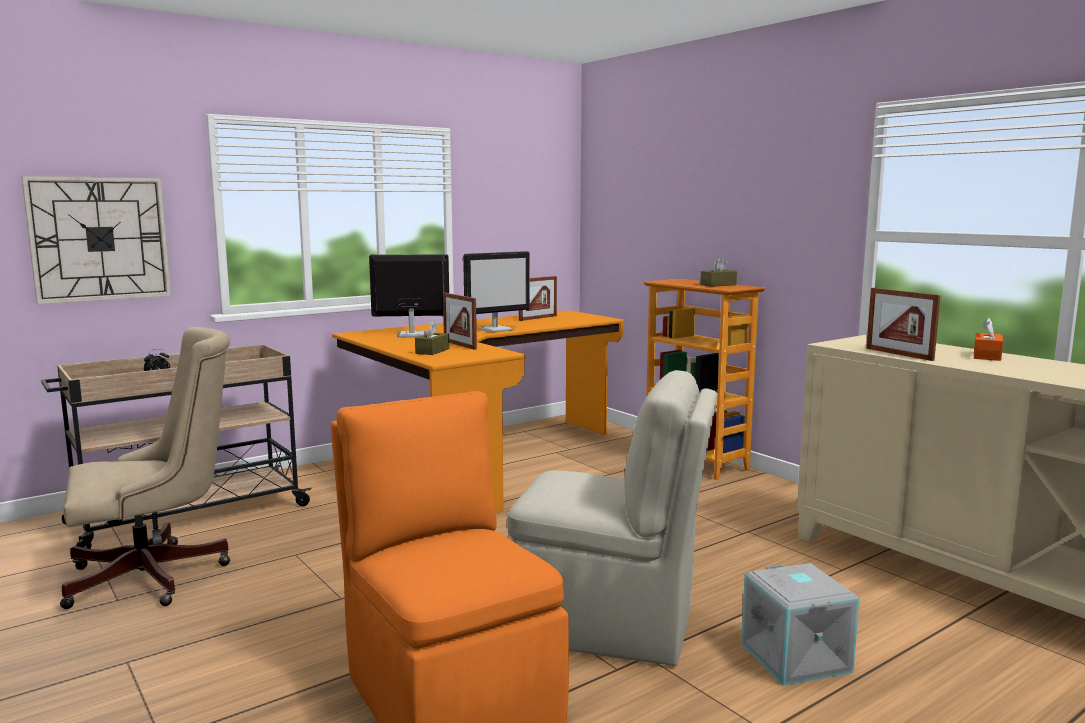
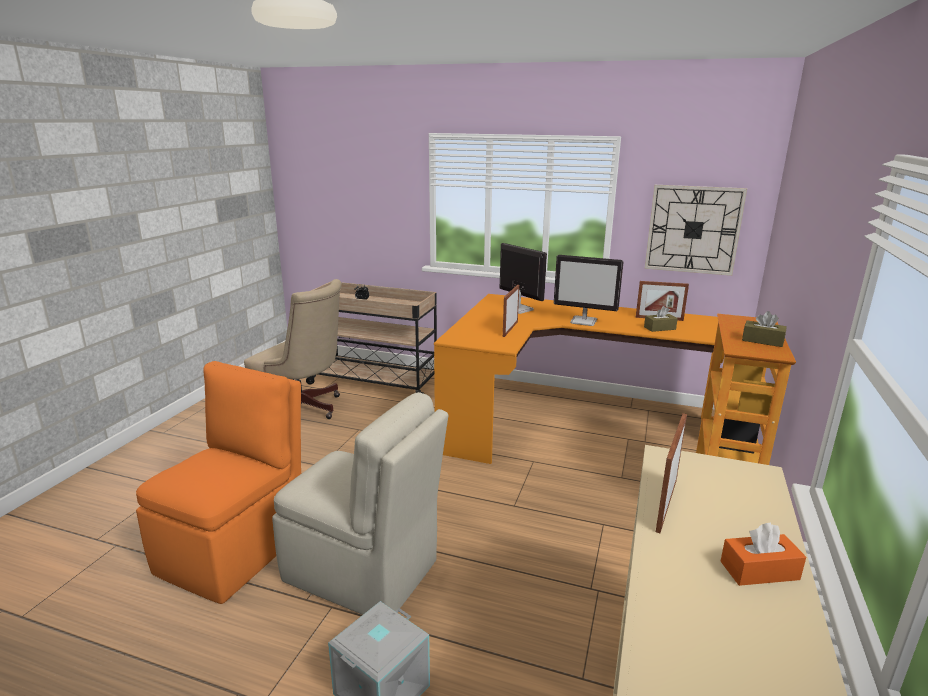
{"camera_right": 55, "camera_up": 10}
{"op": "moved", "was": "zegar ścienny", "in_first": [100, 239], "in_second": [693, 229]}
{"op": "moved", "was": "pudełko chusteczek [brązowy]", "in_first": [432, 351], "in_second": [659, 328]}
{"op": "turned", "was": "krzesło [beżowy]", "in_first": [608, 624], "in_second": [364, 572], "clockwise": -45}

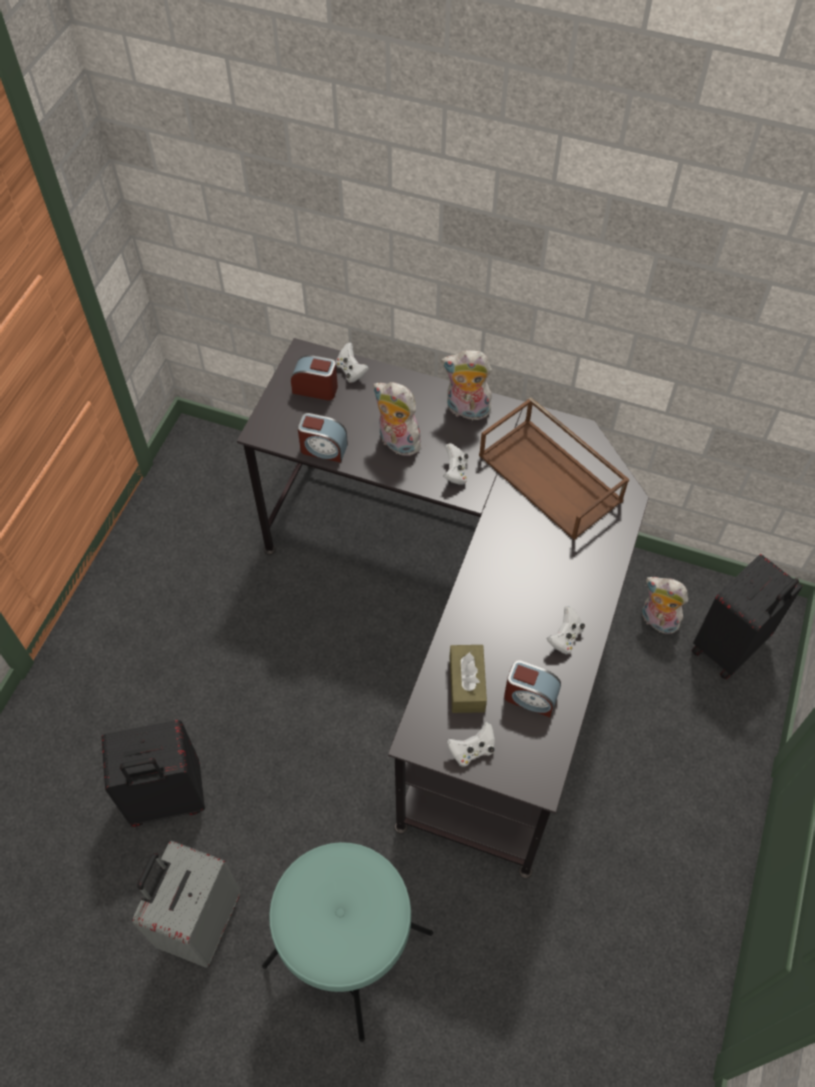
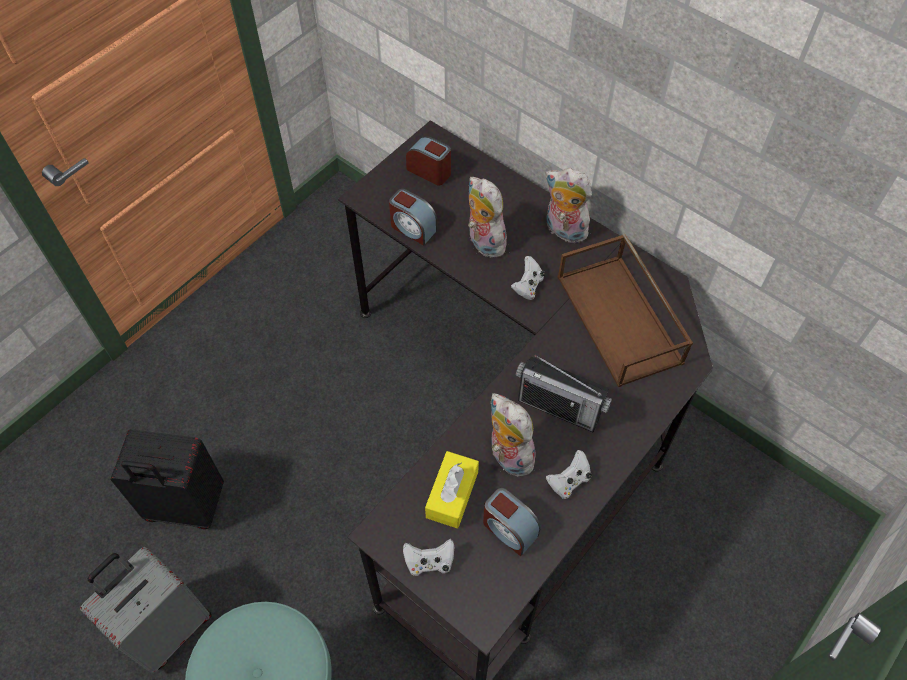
{"camera_right": 20, "camera_up": 0}
{"op": "removed", "was": "pad do gier [biały]", "in_first": [351, 371]}
{"op": "recoloured", "was": "pudełko chusteczek [brązowy]", "now": "pudełko chusteczek [żółty]", "in_first": [467, 684], "in_second": [452, 494]}
{"op": "moved", "was": "pluszak", "in_first": [657, 621], "in_second": [507, 456]}
{"op": "removed", "was": "walizka [czarny]", "in_first": [730, 647]}
{"op": "added", "now": "radio", "in_second": [559, 408]}

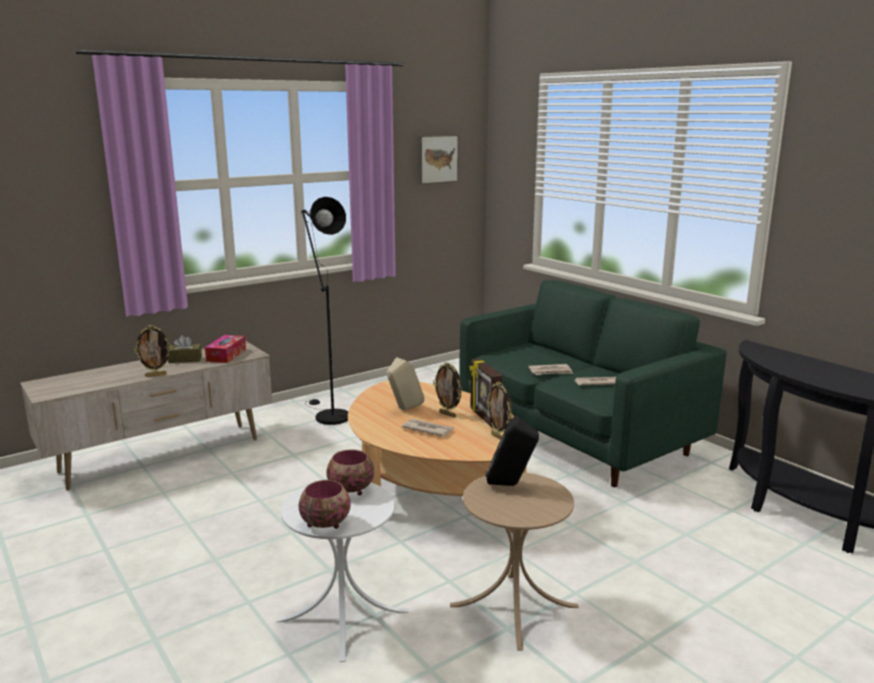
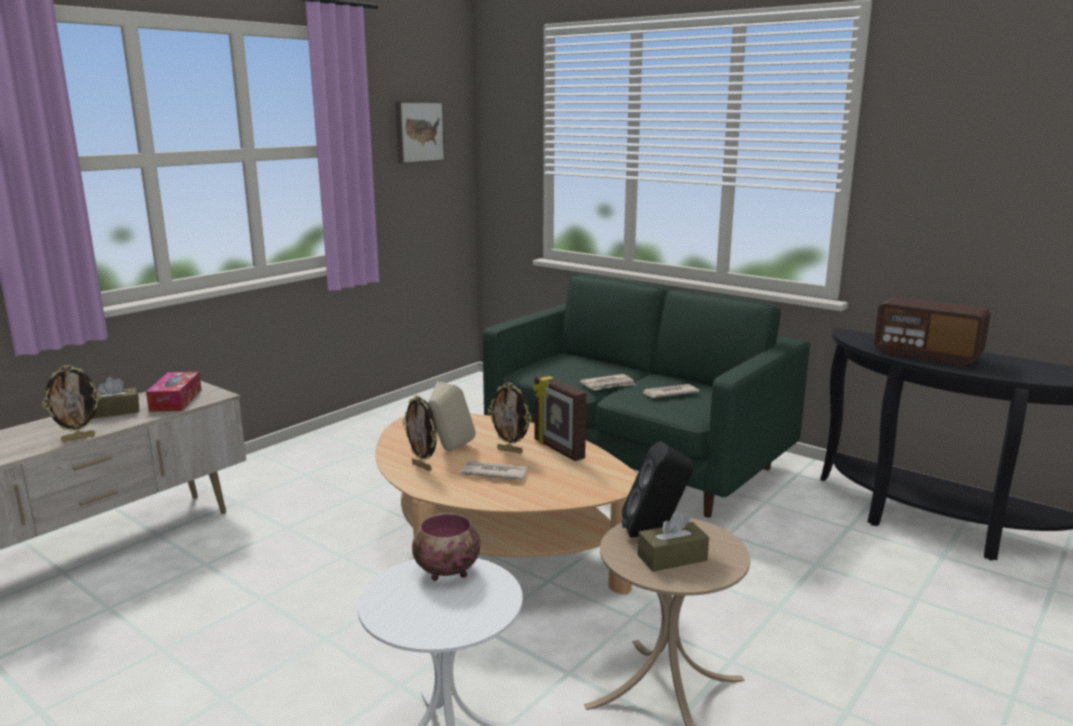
{"camera_right": -15, "camera_up": 0}
{"op": "removed", "was": "miska", "in_first": [325, 523]}
{"op": "removed", "was": "lampa stojąca [czarny]", "in_first": [328, 415]}
{"op": "moved", "was": "ramka na zdjęcie", "in_first": [499, 437], "in_second": [422, 466]}
{"op": "added", "now": "pudełko chusteczek [brązowy]", "in_second": [672, 558]}
{"op": "added", "now": "radio", "in_second": [927, 355]}

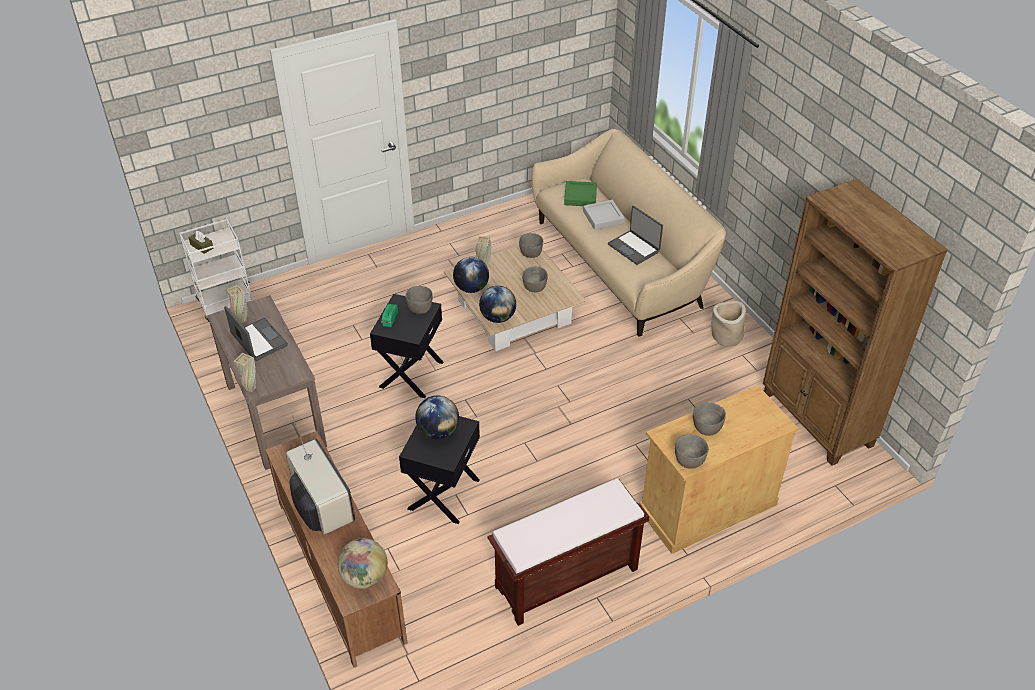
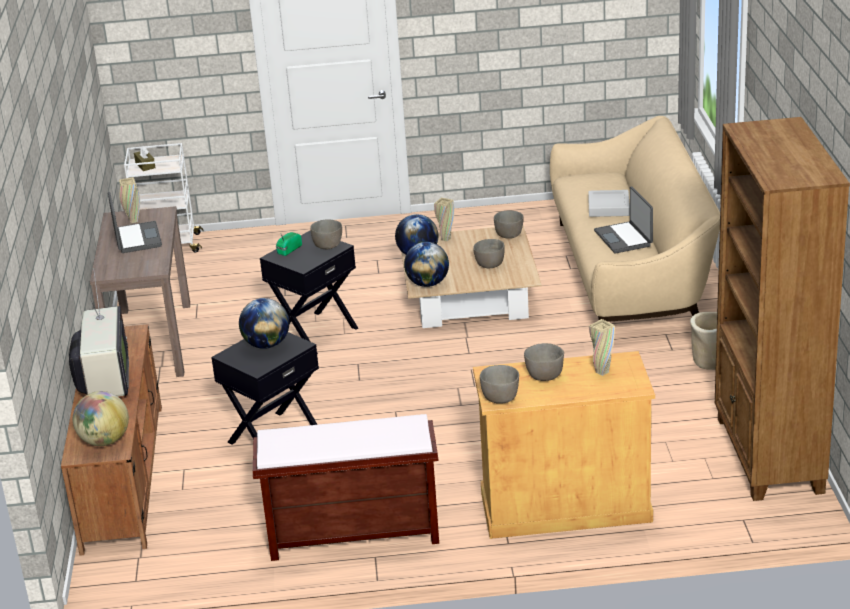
{"camera_right": 25, "camera_up": -15}
{"op": "moved", "was": "wazon [beżowy]", "in_first": [251, 389], "in_second": [602, 372]}
{"op": "removed", "was": "taca [zielony]", "in_first": [580, 196]}

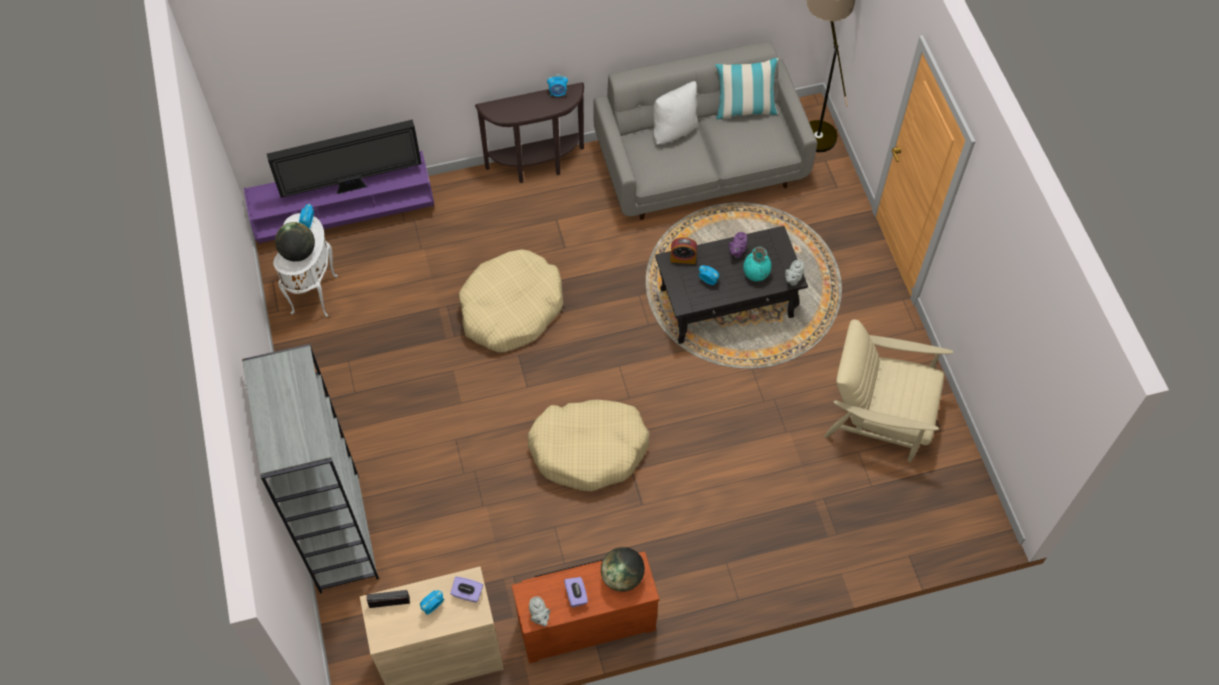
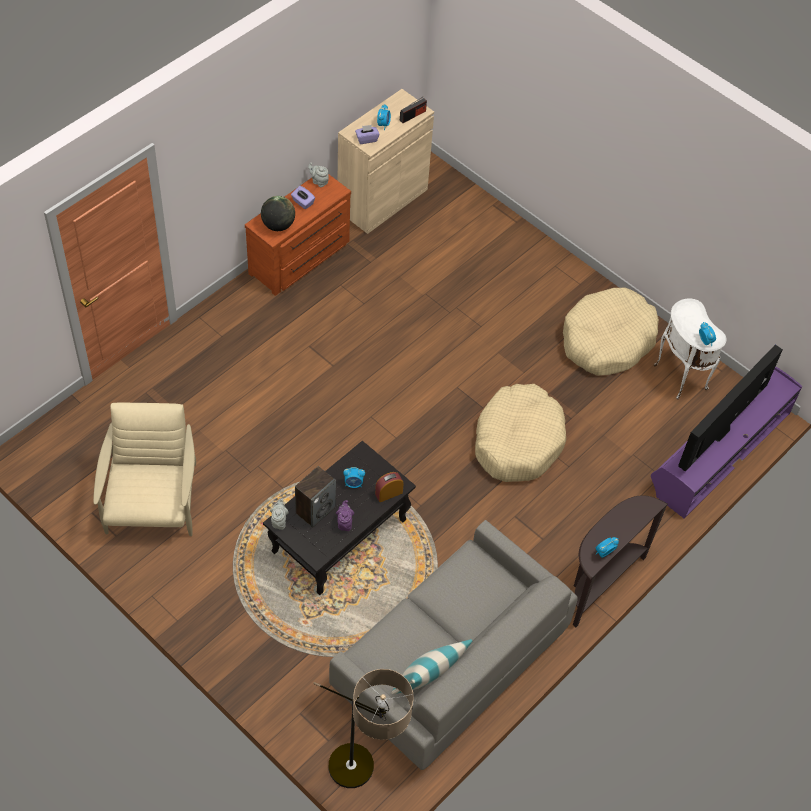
{"camera_right": 145, "camera_up": -5}
{"op": "removed", "was": "regał [szary]", "in_first": [339, 532]}
{"op": "removed", "was": "globus", "in_first": [298, 252]}
{"op": "moved", "was": "legowisko [beżowy]", "in_first": [589, 449], "in_second": [607, 340]}
{"op": "removed", "was": "poduszka [biały]", "in_first": [674, 130]}
{"op": "replaced", "was": "wazon [turkusowy]", "now": "głośnik", "in_first": [755, 274], "in_second": [315, 510]}
{"op": "turned", "was": "fotel [beżowy]", "in_first": [879, 414], "in_second": [152, 502], "clockwise": -75}

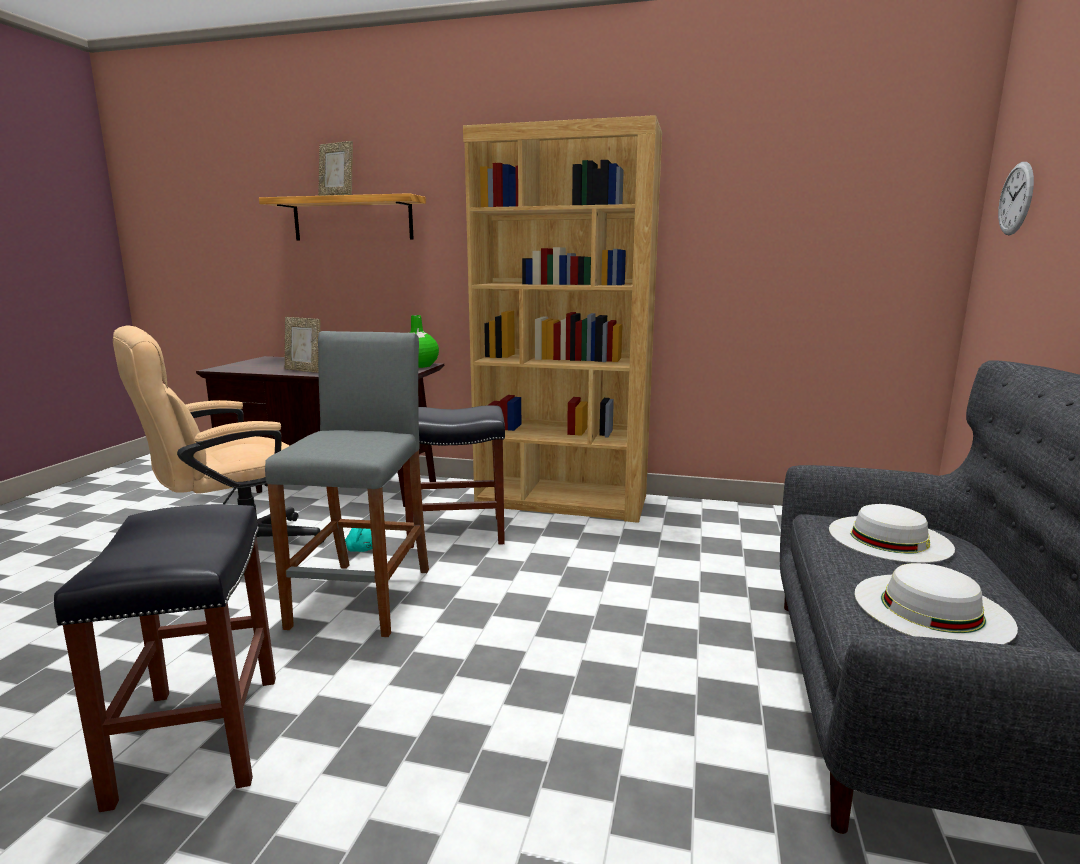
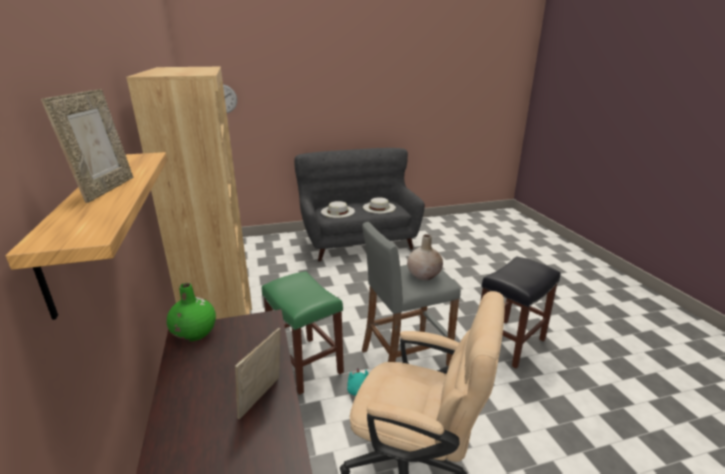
{"camera_right": -120, "camera_up": 10}
{"op": "turned", "was": "ramka na zdjęcie", "in_first": [304, 370], "in_second": [262, 399], "clockwise": -150}
{"op": "recoloured", "was": "stołek [czarny]", "now": "stołek [zielony]", "in_first": [455, 532], "in_second": [306, 364]}
{"op": "added", "now": "wazon [beżowy]", "in_second": [424, 275]}

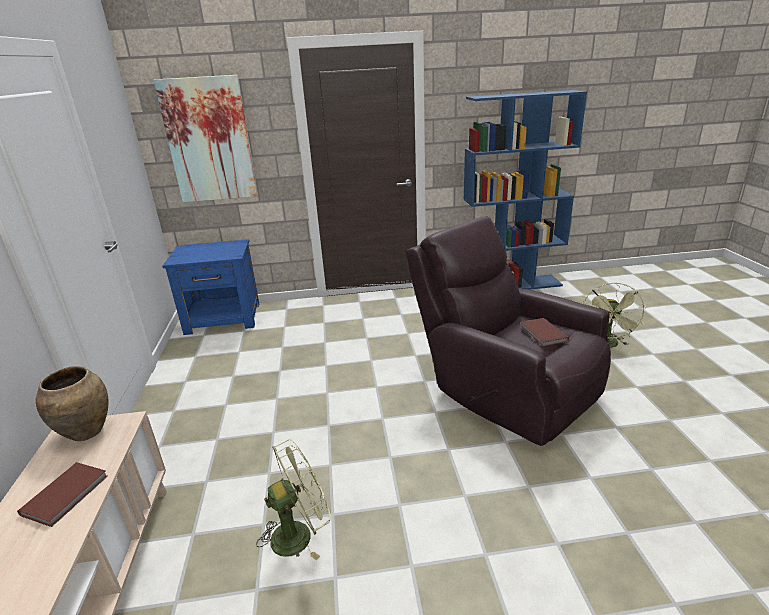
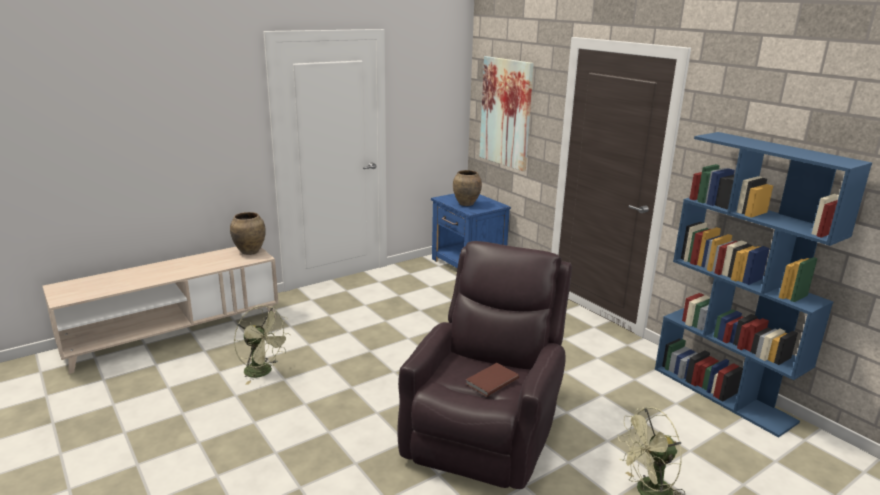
{"camera_right": 60, "camera_up": -5}
{"op": "removed", "was": "książka [brązowy]", "in_first": [67, 494]}
{"op": "added", "now": "wazon [brązowy]", "in_second": [466, 204]}

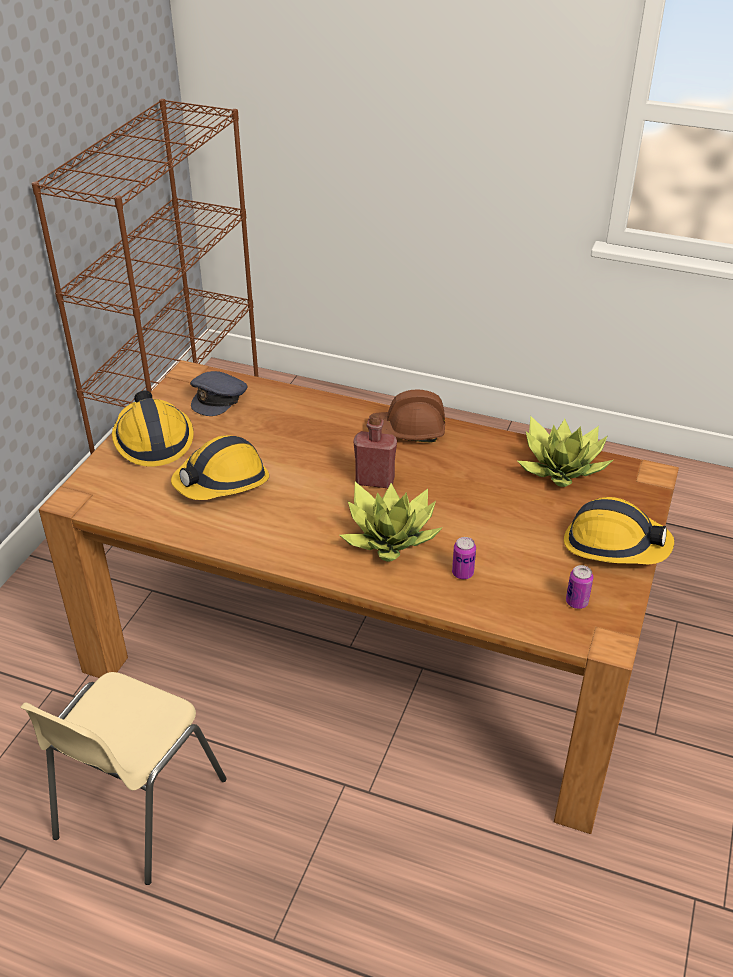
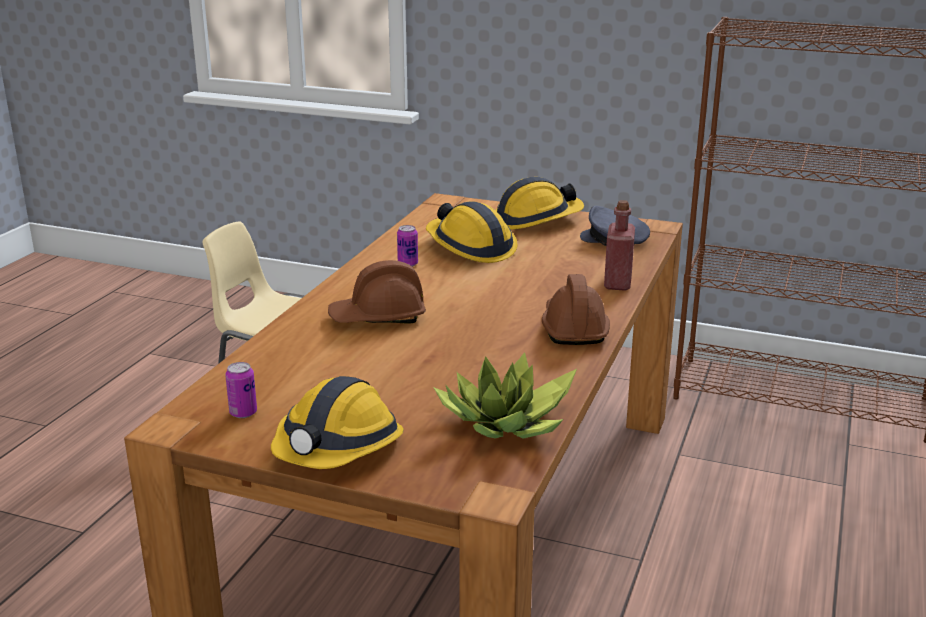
{"camera_right": 90, "camera_up": -15}
{"op": "replaced", "was": "roślina doniczkowa", "now": "kask [brązowy]", "in_first": [390, 536], "in_second": [378, 317]}
{"op": "moved", "was": "butelka [czerwony]", "in_first": [375, 481], "in_second": [617, 283]}
{"op": "moved", "was": "puszka", "in_first": [462, 573], "in_second": [407, 264]}

